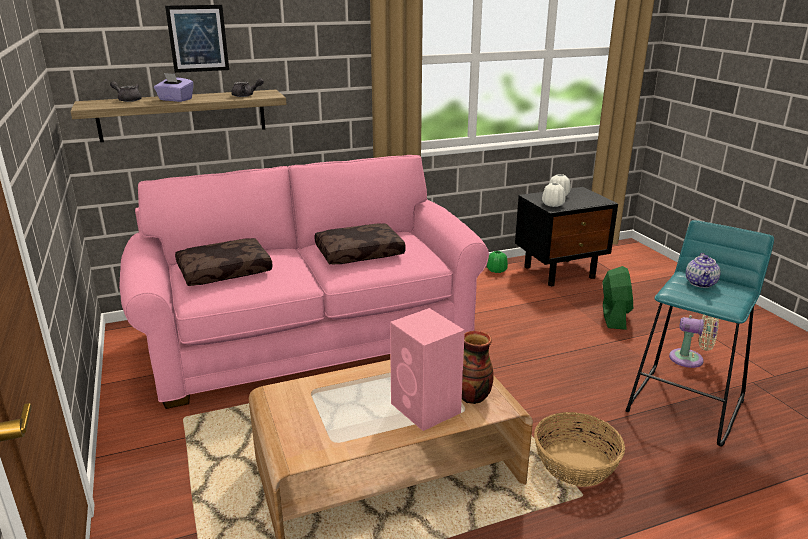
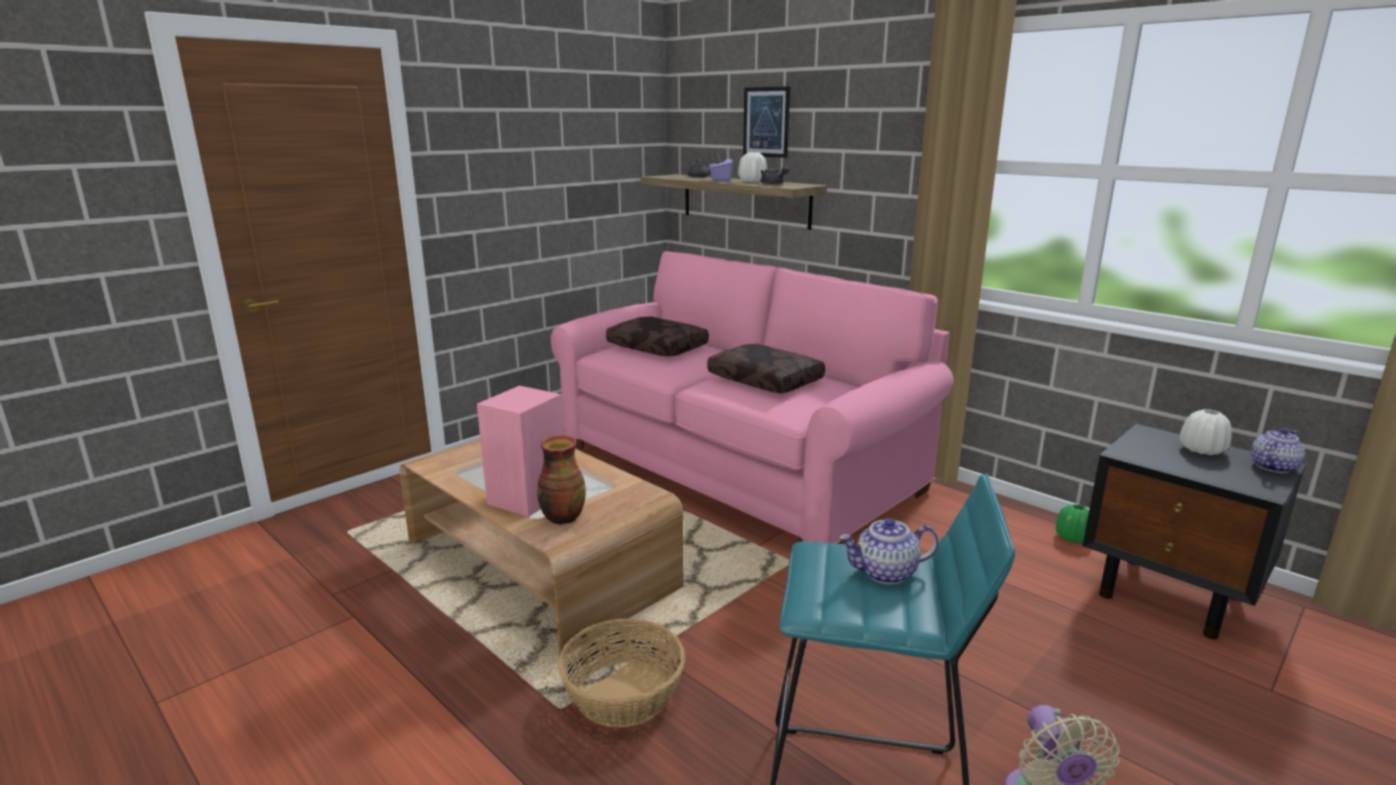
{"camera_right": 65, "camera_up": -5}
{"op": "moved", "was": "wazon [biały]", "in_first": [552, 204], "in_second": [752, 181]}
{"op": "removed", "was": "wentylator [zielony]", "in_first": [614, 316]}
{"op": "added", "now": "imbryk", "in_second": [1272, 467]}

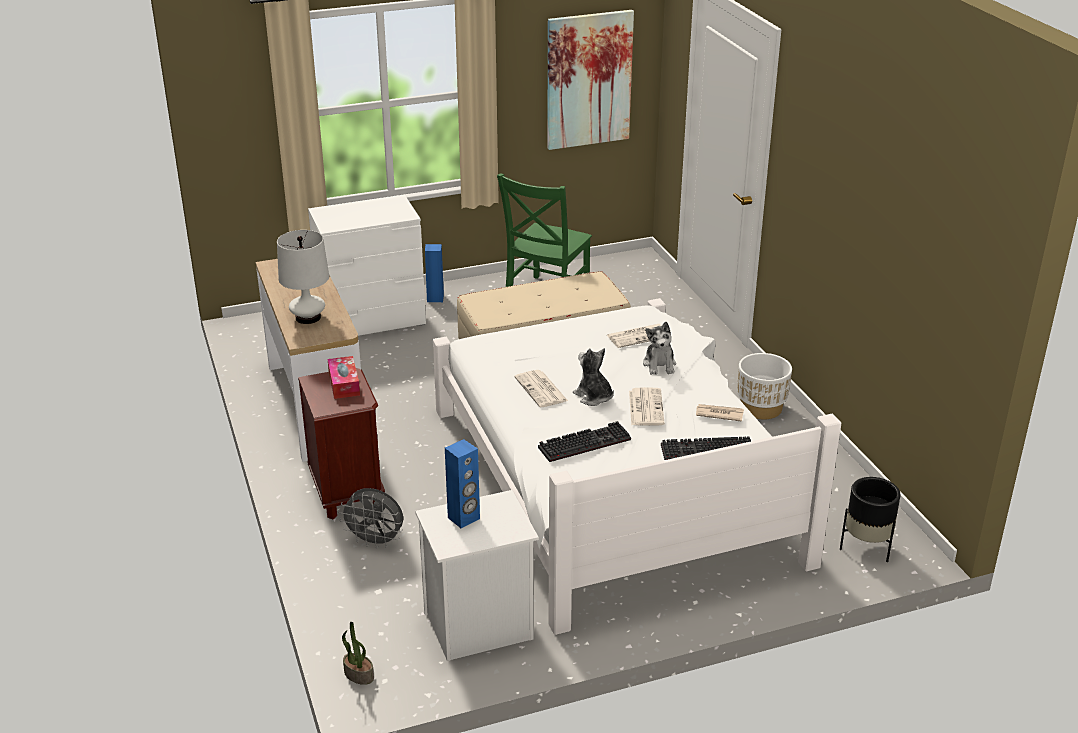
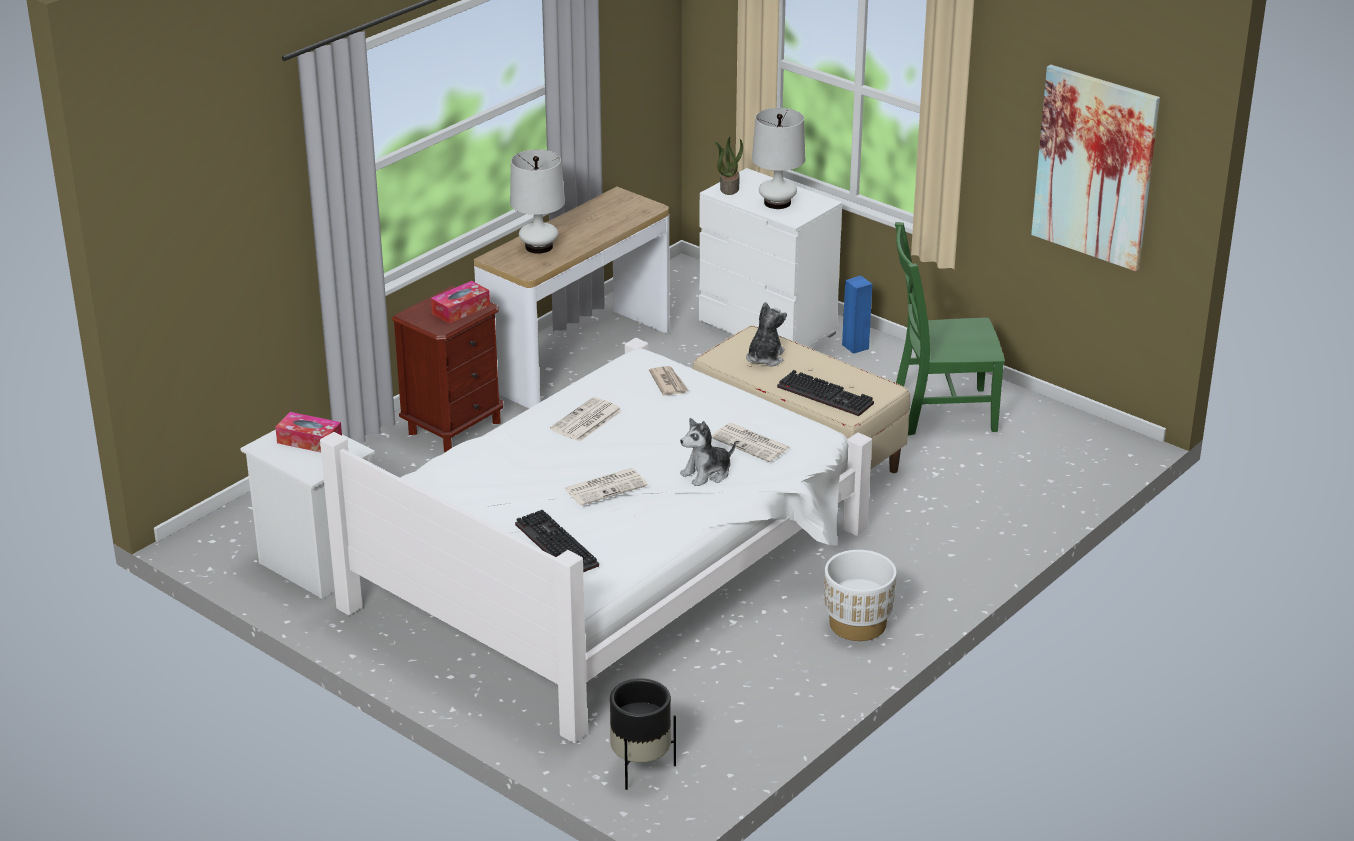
{"camera_right": 60, "camera_up": 0}
{"op": "removed", "was": "wentylator [szary]", "in_first": [375, 541]}
{"op": "moved", "was": "roślina doniczkowa", "in_first": [358, 675], "in_second": [729, 188]}
{"op": "replaced", "was": "głośnik [niebieski]", "now": "pudełko chusteczek", "in_first": [464, 518], "in_second": [309, 441]}
{"op": "moved", "was": "klawiatura", "in_first": [585, 442], "in_second": [827, 395]}
{"op": "moved", "was": "pluszak", "in_first": [593, 397], "in_second": [765, 358]}
{"op": "moved", "was": "gazeta", "in_first": [719, 414], "in_second": [668, 383]}
{"op": "added", "now": "lampa stołowa [biały]", "in_second": [777, 203]}

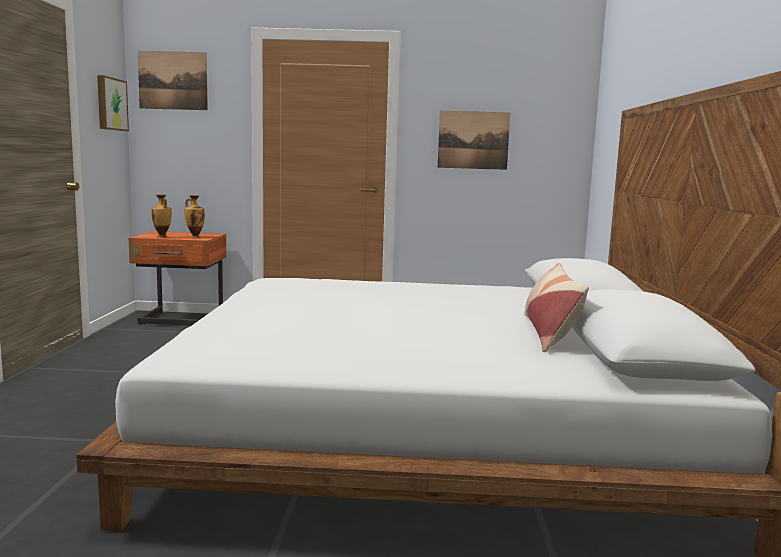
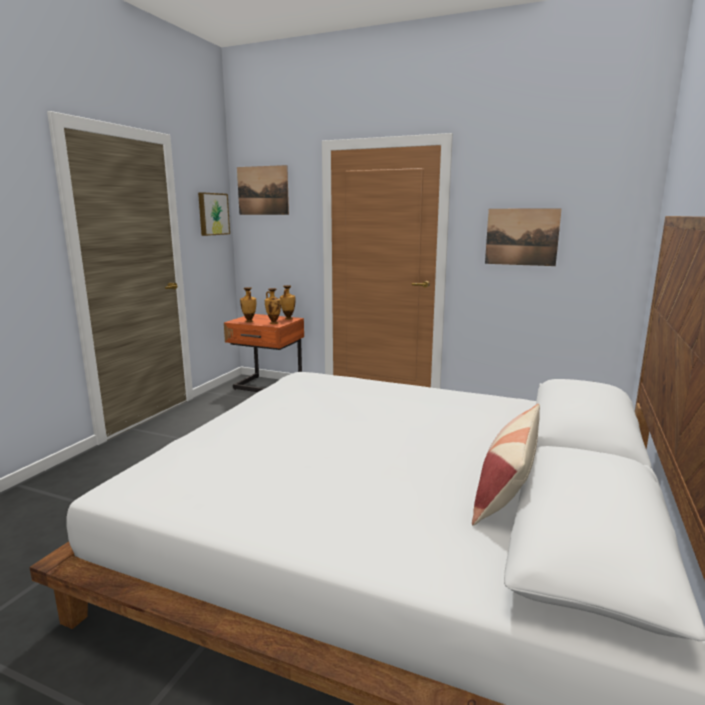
{"camera_right": 20, "camera_up": 5}
{"op": "added", "now": "wazon", "in_second": [288, 319]}

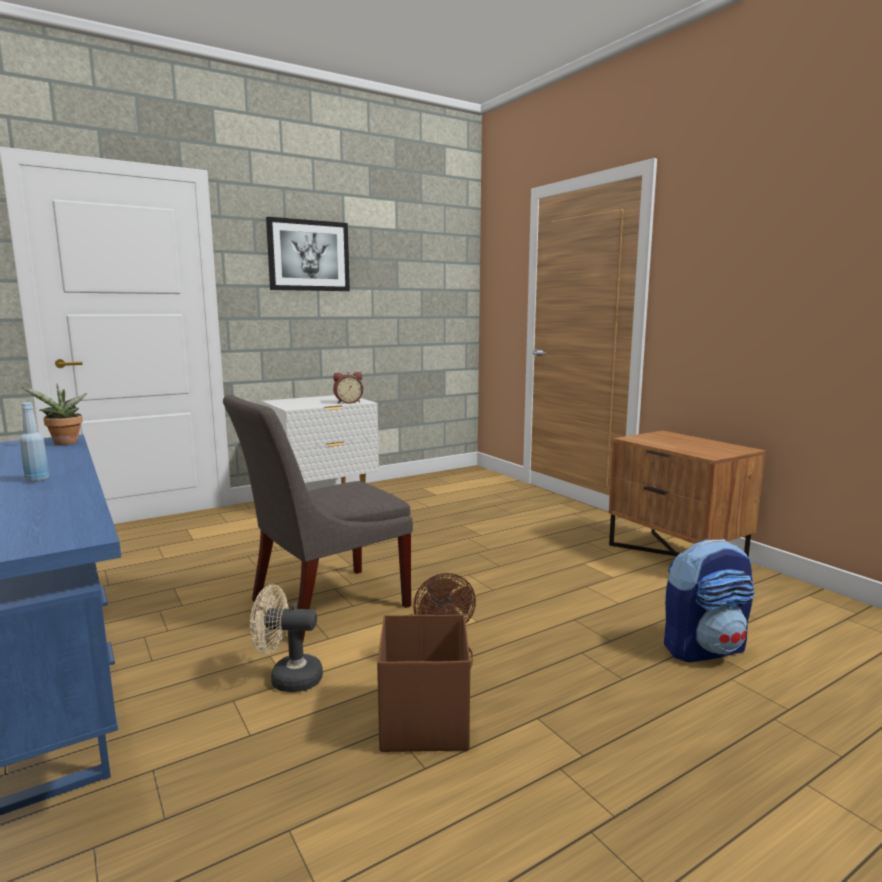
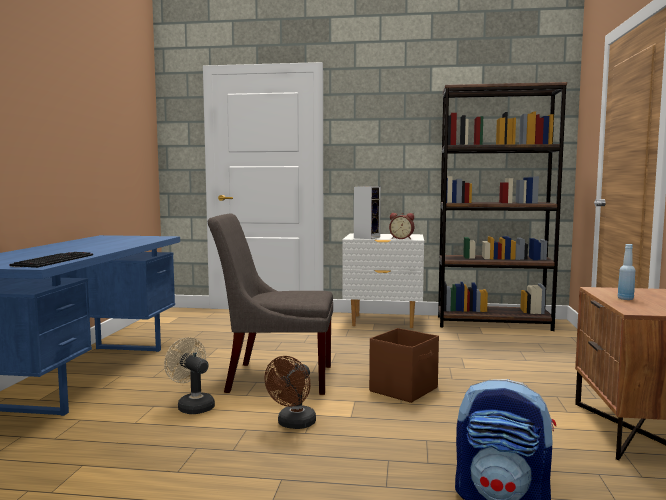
{"camera_right": 40, "camera_up": -5}
{"op": "moved", "was": "butelka [niebieski]", "in_first": [37, 480], "in_second": [625, 299]}
{"op": "removed", "was": "roślina doniczkowa", "in_first": [64, 443]}
{"op": "removed", "was": "obraz", "in_first": [308, 255]}
{"op": "moved", "was": "pojemnik do przechowywania [brązowy]", "in_first": [425, 720], "in_second": [404, 389]}
{"op": "added", "now": "klawiatura", "in_second": [53, 260]}
{"op": "added", "now": "głośnik", "in_second": [367, 237]}
{"op": "added", "now": "regał [brązowy]", "in_second": [493, 323]}

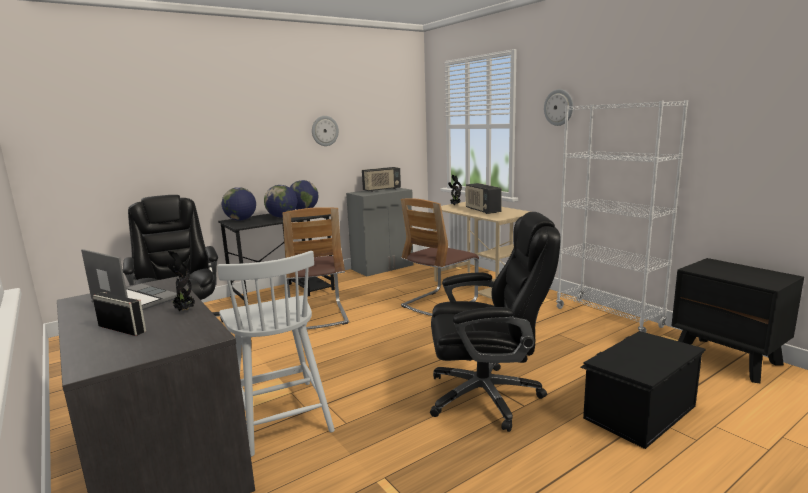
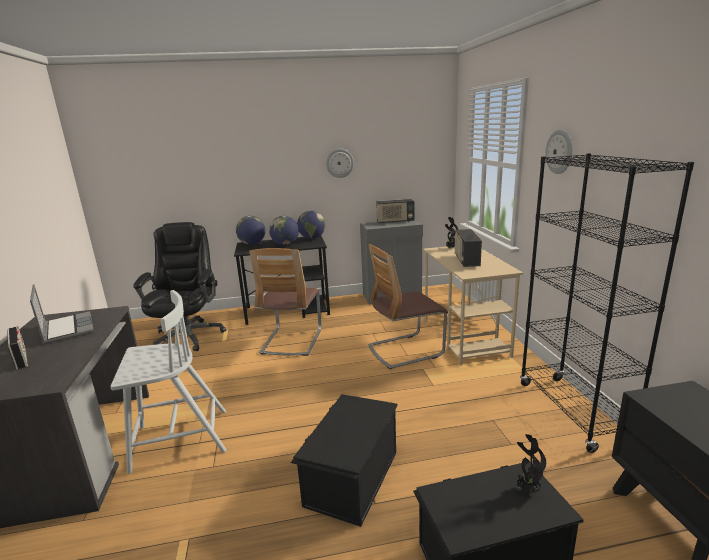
{"camera_right": 25, "camera_up": 5}
{"op": "moved", "was": "roślina doniczkowa", "in_first": [184, 310], "in_second": [526, 490]}
{"op": "turned", "was": "krzesło [biały]", "in_first": [281, 414], "in_second": [178, 440], "clockwise": -105}
{"op": "replaced", "was": "krzesło biurowe [czarny]", "now": "pojemnik do przechowywania [czarny]", "in_first": [487, 396], "in_second": [350, 478]}
{"op": "recoloured", "was": "regał [biały]", "now": "regał [czarny]", "in_first": [608, 317], "in_second": [572, 412]}

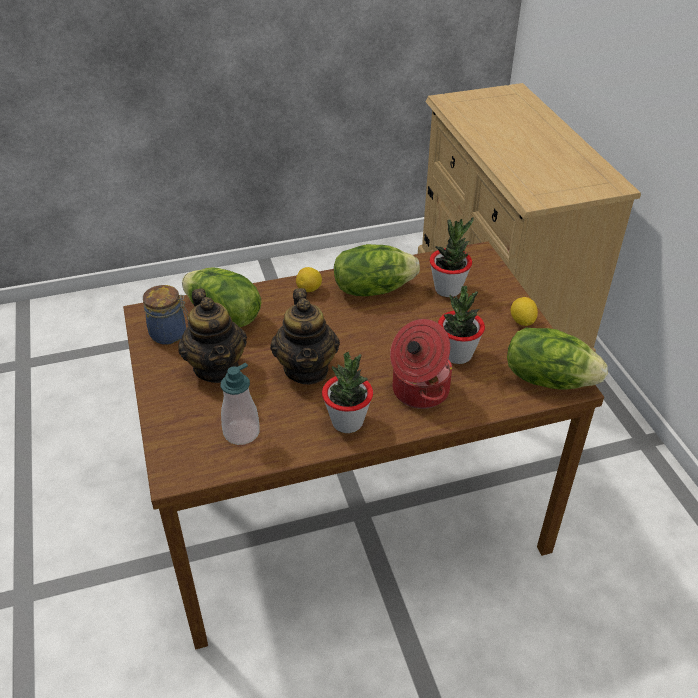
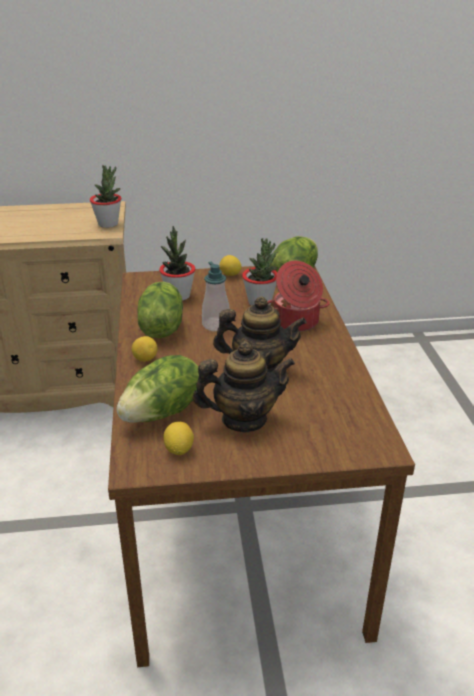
{"camera_right": -80, "camera_up": -10}
{"op": "replaced", "was": "słoik", "now": "cytryna", "in_first": [170, 334], "in_second": [179, 450]}
{"op": "moved", "was": "dozownik mydła", "in_first": [241, 432], "in_second": [216, 325]}
{"op": "moved", "was": "roślina doniczkowa", "in_first": [347, 422], "in_second": [108, 224]}

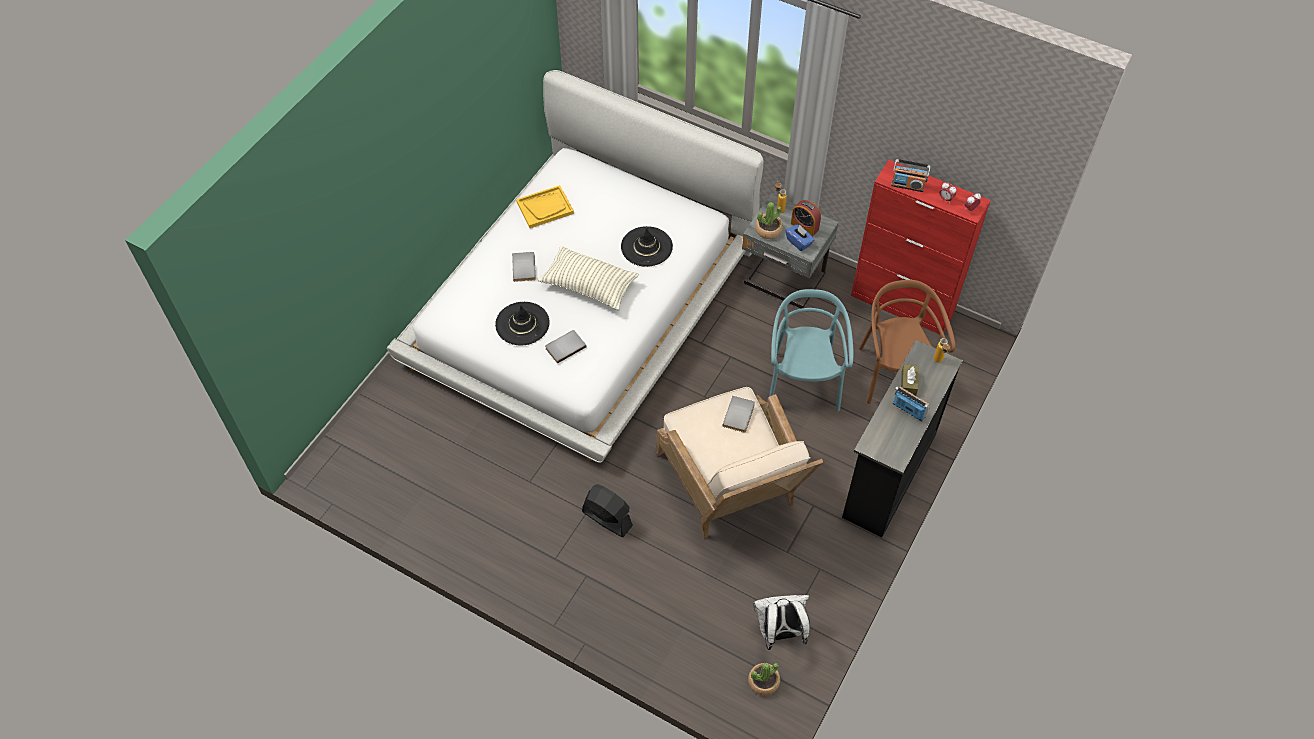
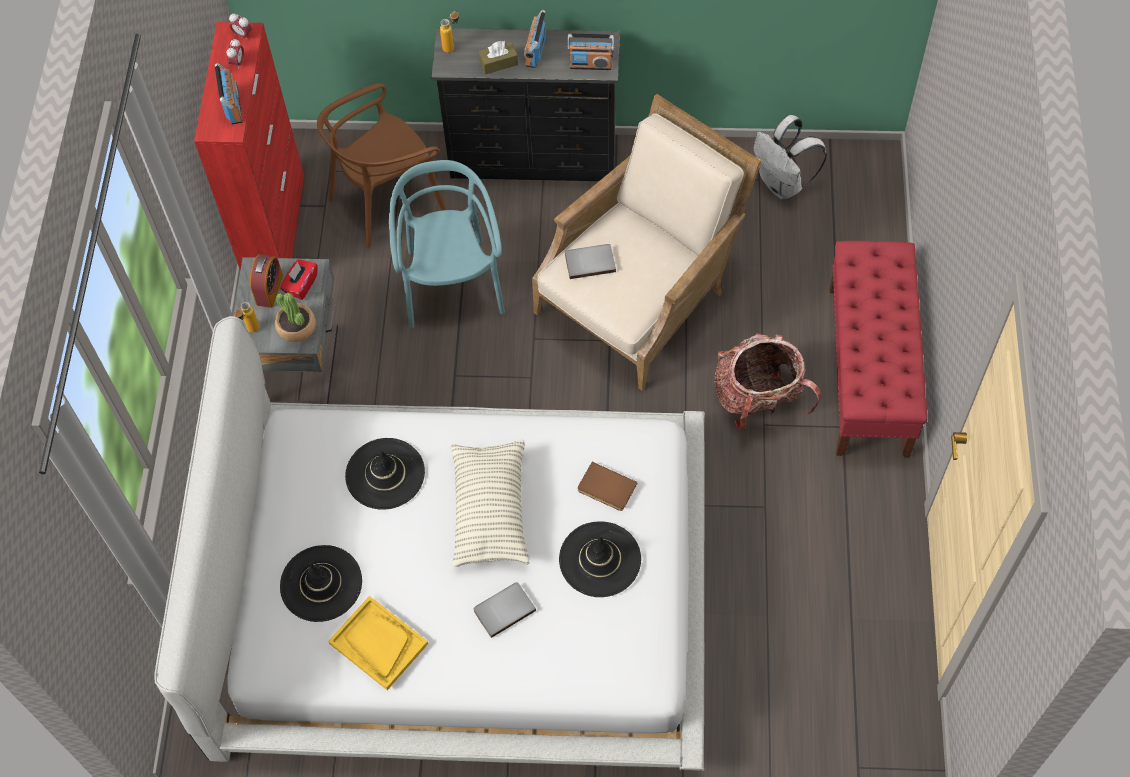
{"camera_right": -115, "camera_up": 5}
{"op": "recoloured", "was": "książka [szary]", "now": "książka [brązowy]", "in_first": [564, 346], "in_second": [606, 489]}
{"op": "replaced", "was": "wentylator [czarny]", "now": "plecak", "in_first": [607, 518], "in_second": [759, 400]}
{"op": "removed", "was": "roślina doniczkowa", "in_first": [763, 681]}
{"op": "turned", "was": "krzesło [turkusowy]", "in_first": [803, 382], "in_second": [451, 284], "clockwise": 105}
{"op": "recoloured", "was": "pudełko chusteczek [niebieski]", "now": "pudełko chusteczek [czerwony]", "in_first": [799, 242], "in_second": [301, 285]}
{"op": "added", "now": "kapelusz [czarny]", "in_second": [321, 584]}
{"op": "added", "now": "radio", "in_second": [590, 64]}
{"op": "added", "now": "ławka [czerwony]", "in_second": [868, 371]}

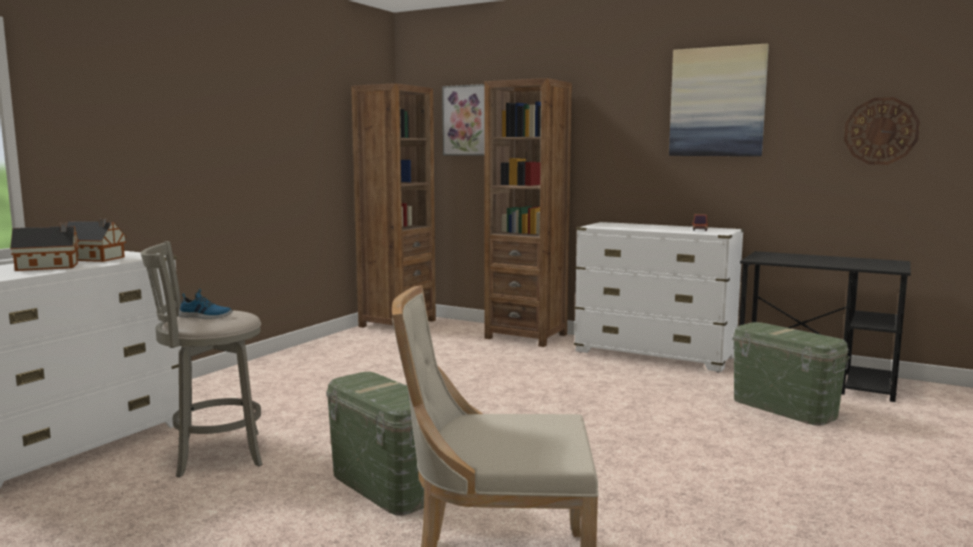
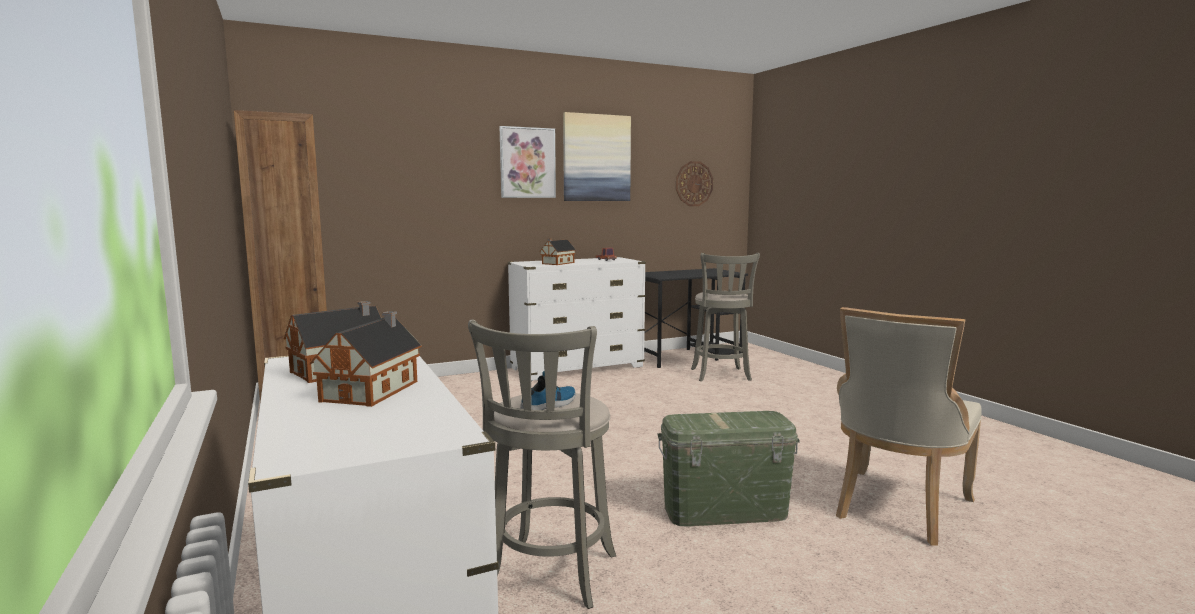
{"camera_right": -55, "camera_up": 0}
{"op": "moved", "was": "obraz", "in_first": [468, 120], "in_second": [527, 163]}
{"op": "removed", "was": "regał [brązowy]", "in_first": [526, 336]}
{"op": "replaced", "was": "pojemnik do przechowywania [zielony]", "now": "stołek [szary]", "in_first": [783, 408], "in_second": [721, 375]}
{"op": "added", "now": "domek", "in_second": [557, 263]}

